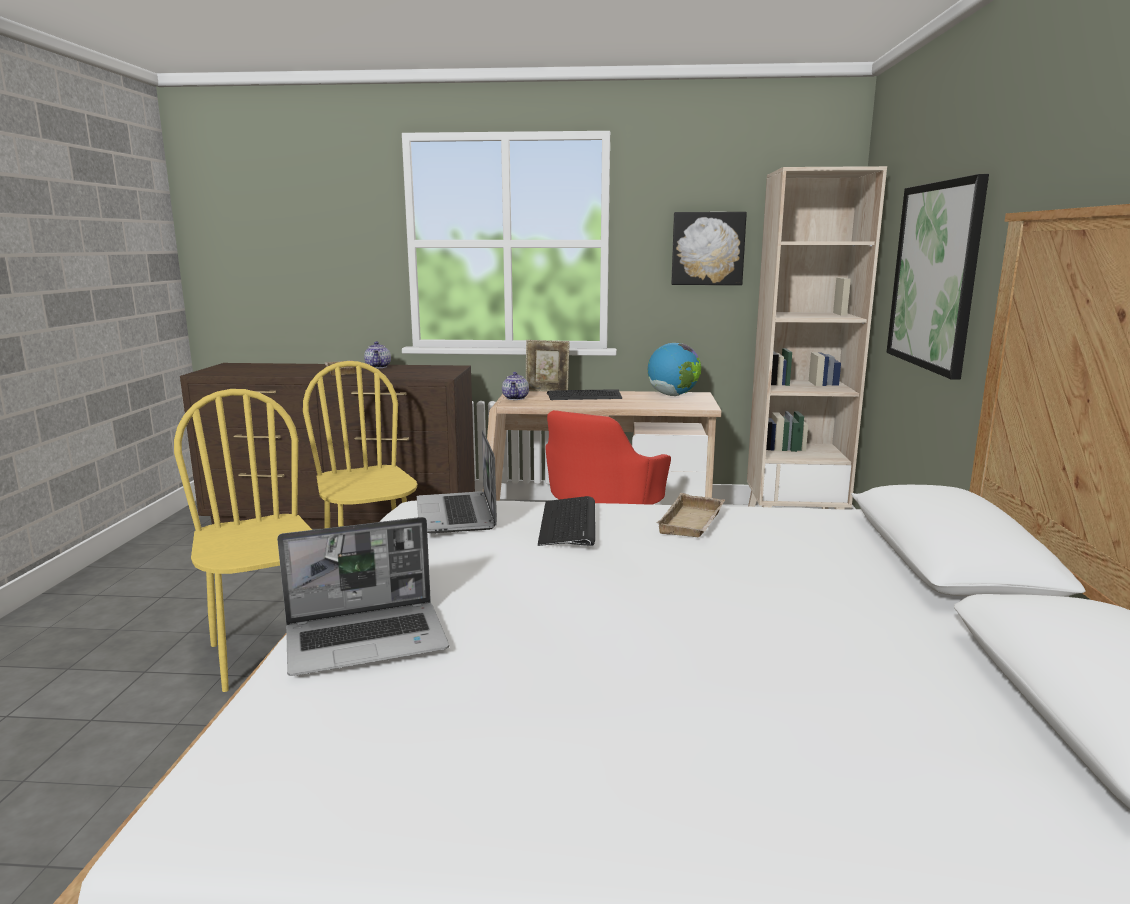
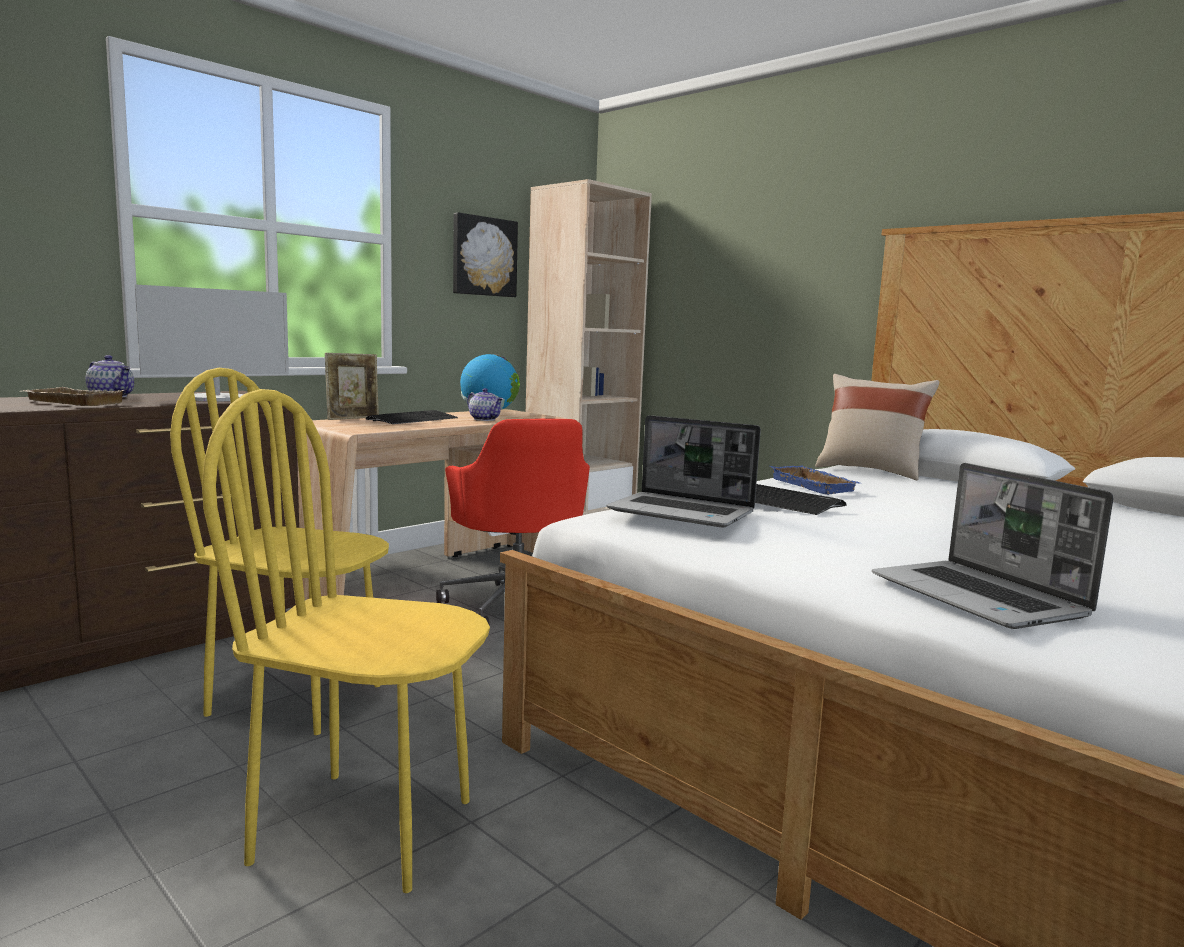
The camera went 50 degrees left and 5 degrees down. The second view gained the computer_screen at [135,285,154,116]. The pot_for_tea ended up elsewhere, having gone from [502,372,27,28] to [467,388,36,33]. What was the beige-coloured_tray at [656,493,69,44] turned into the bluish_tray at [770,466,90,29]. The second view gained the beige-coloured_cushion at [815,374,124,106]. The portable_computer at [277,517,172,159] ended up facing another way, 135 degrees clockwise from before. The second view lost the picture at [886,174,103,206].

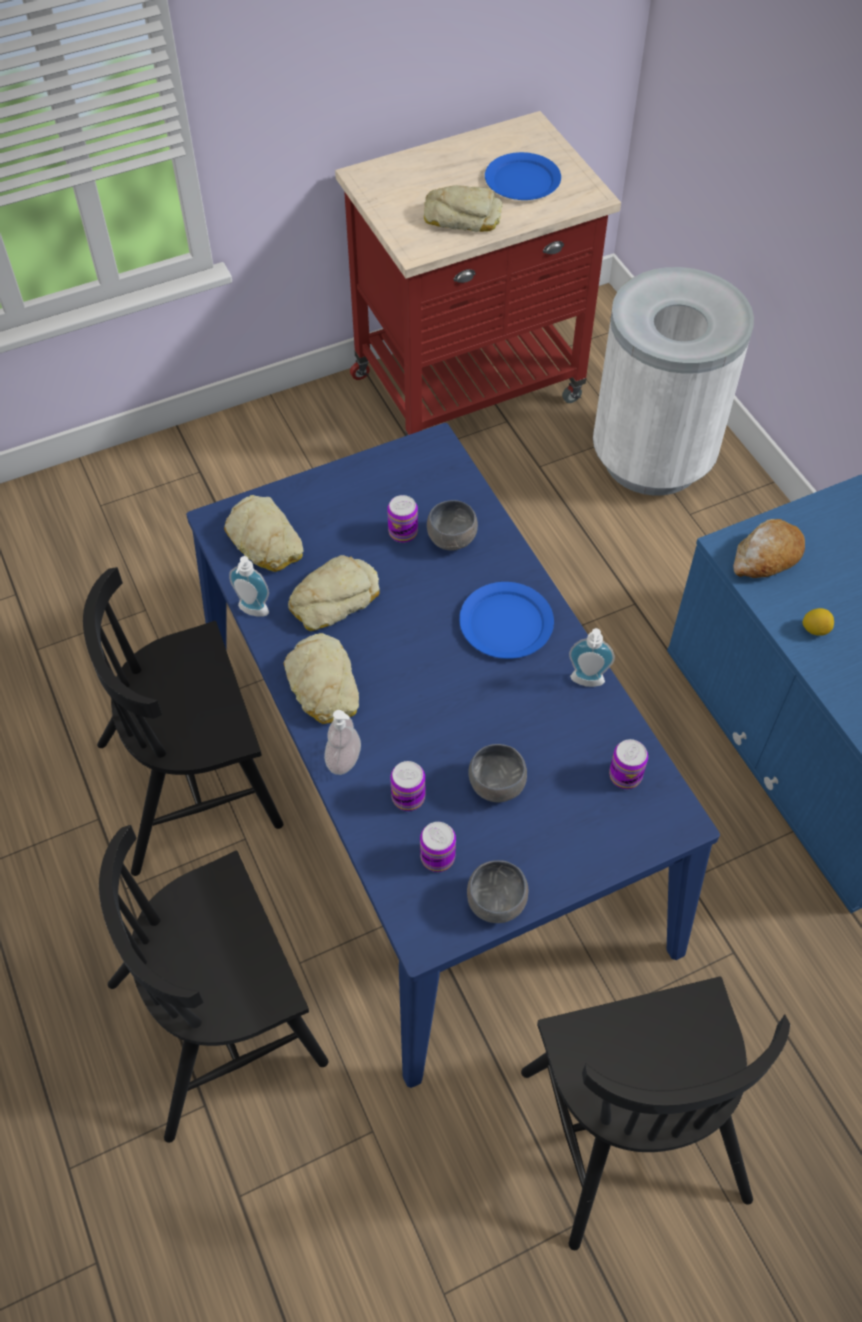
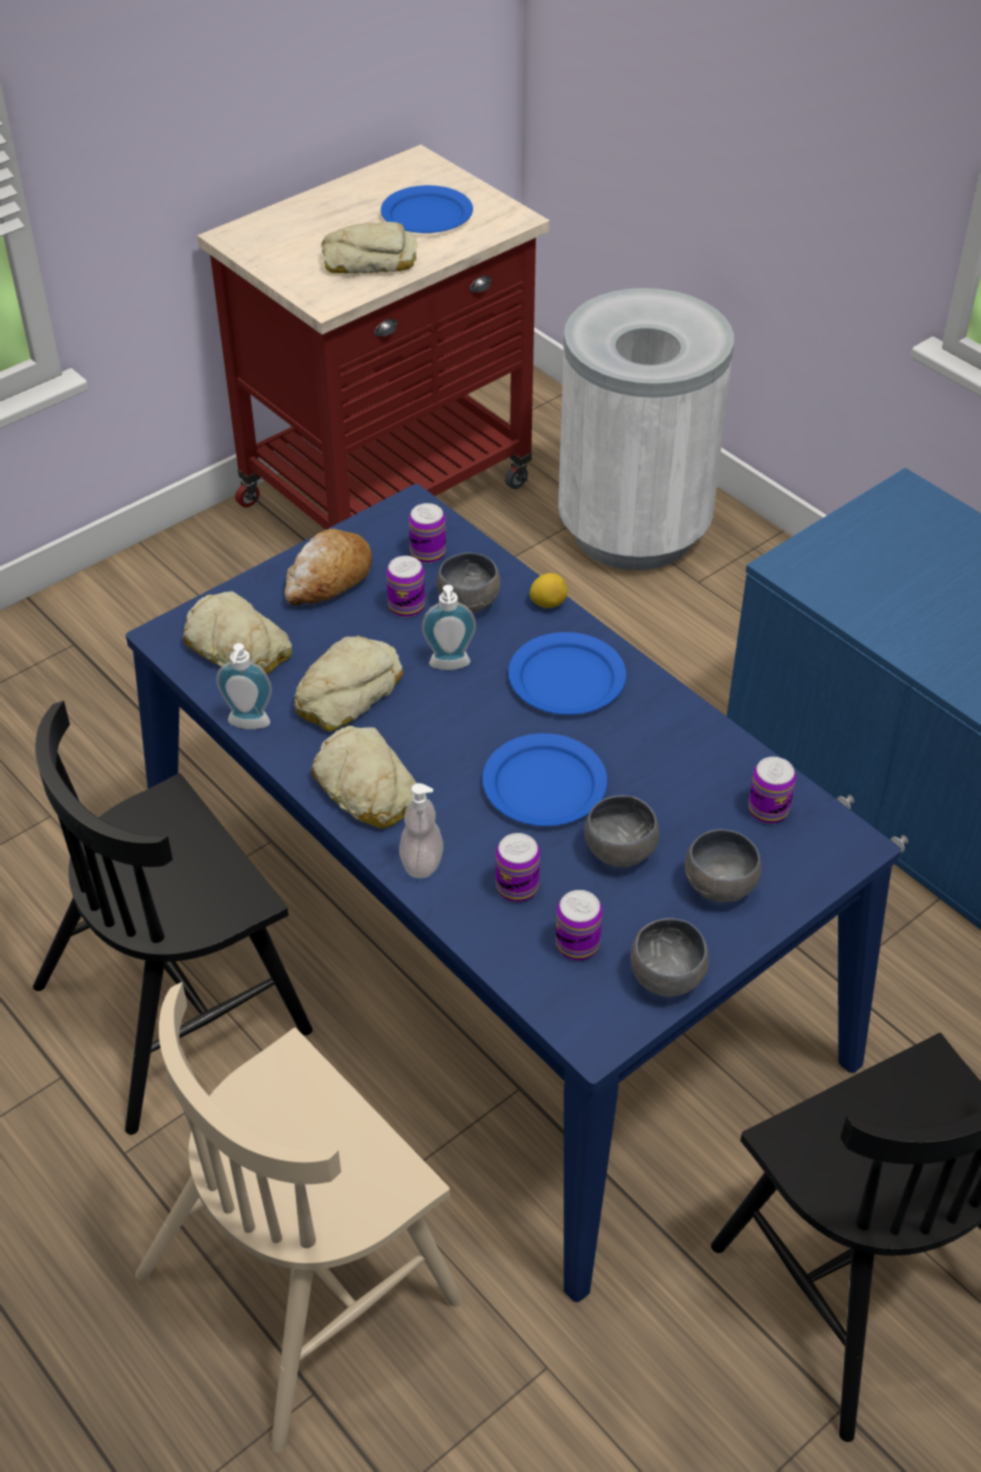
The camera went 15 degrees left and 10 degrees down. What was the black-coloured_chair at [99,825,229,318] turned into the beige-coloured_chair at [135,982,327,471]. The bakery_bread ended up elsewhere, having gone from [733,519,72,59] to [284,529,88,76]. The second view gained the can at [409,503,37,61]. The soap_bottle ended up elsewhere, having gone from [569,628,46,59] to [422,585,54,85]. The second view gained the bluish_plate at [482,733,125,93]. The citrus_fruit ended up elsewhere, having gone from [803,608,31,28] to [530,573,37,35]. The second view gained the greyish_deep_dish at [685,829,77,74].

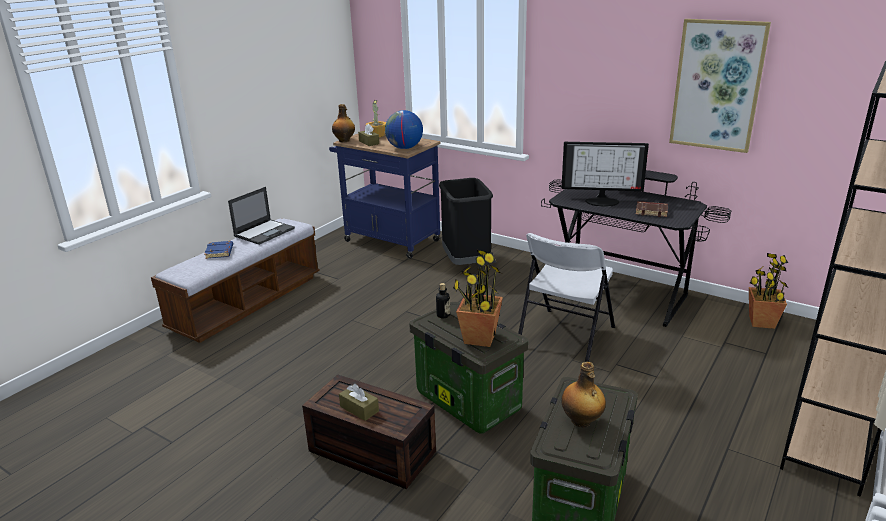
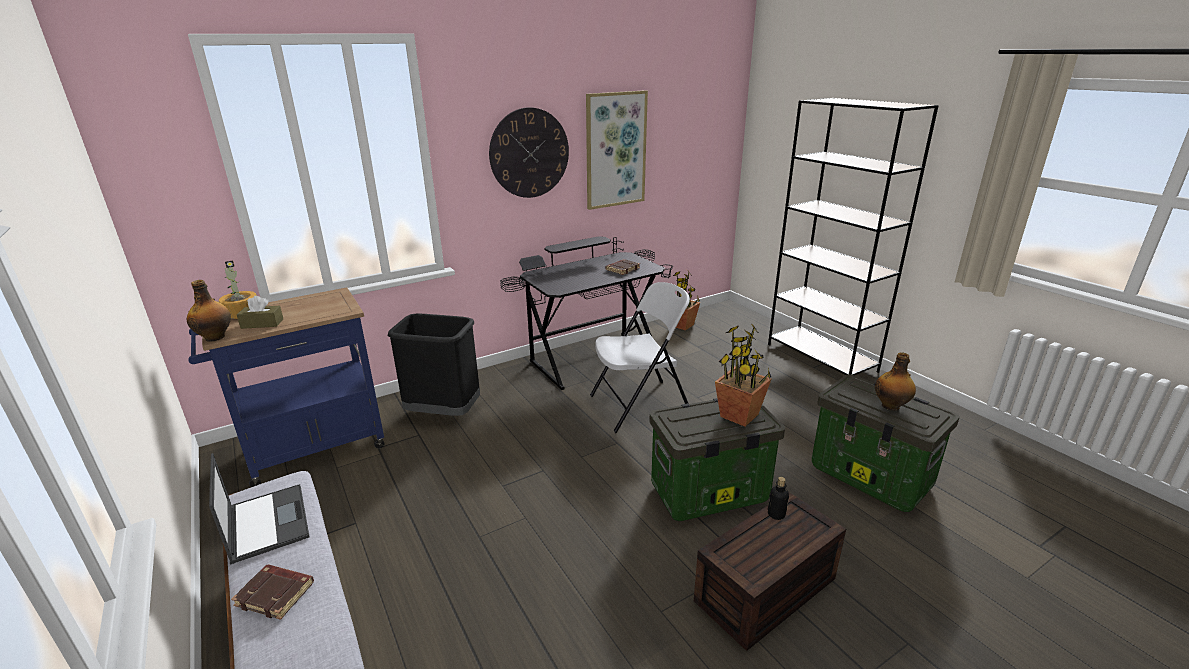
The camera went 65 degrees left and 0 degrees up. What was the bluish_bound_book at [204,241,29,18] turned into the brownish_bound_book at [231,564,83,56]. The second view gained the clock_on_the_wall at [489,107,80,91]. The whitish_chair at [518,233,97,129] ended up facing another way, 75 degrees counterclockwise from before. The bottle ended up elsewhere, having gone from [436,283,14,35] to [768,477,21,43]. The second view lost the brownish_tissue_holder at [339,384,40,37]. The second view lost the world_globe at [385,110,38,39]. The second view lost the computer_screen at [561,142,88,65].

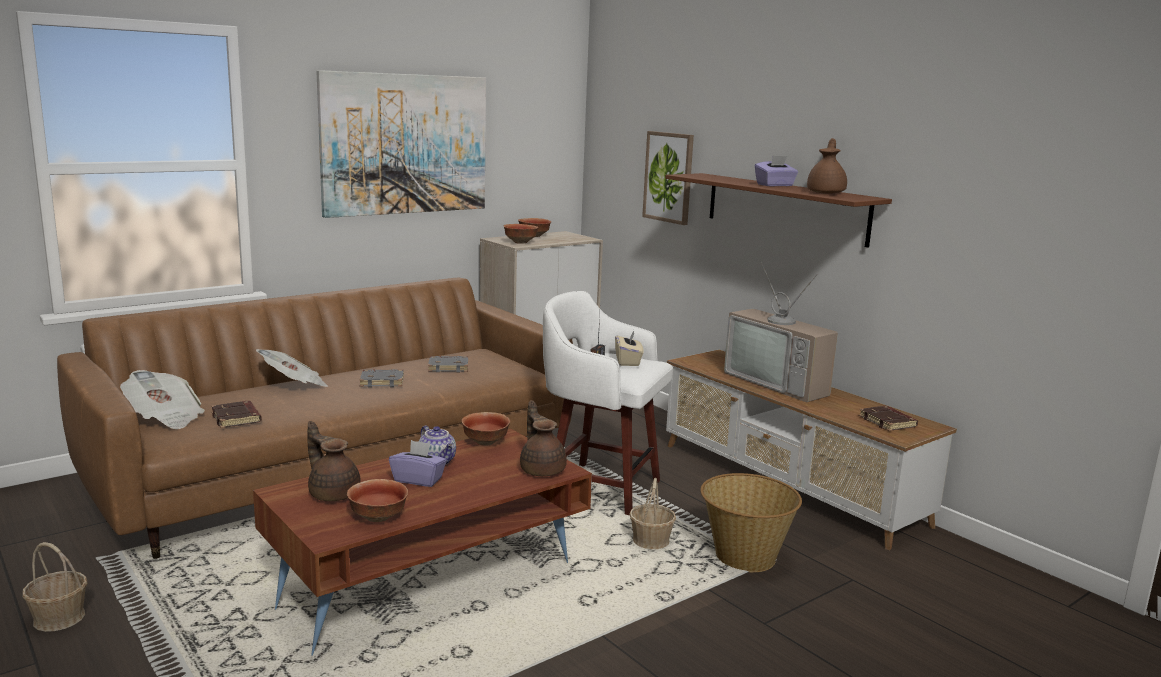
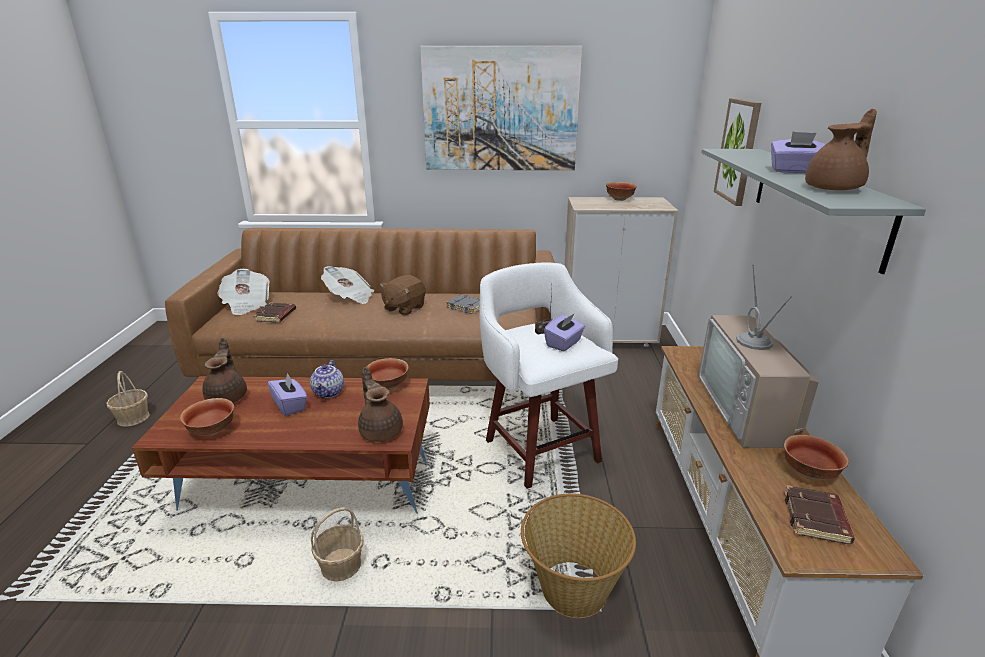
The camera went 40 degrees right and 10 degrees up. The basket ended up elsewhere, having gone from [629,478,47,71] to [311,507,53,75]. The brownish_pot_for_tea at [520,400,47,76] ended up facing another way, 45 degrees counterclockwise from before. Where the greyish_bound_book stood at [359,369,45,18], the brownish_cuddly_toy came to stand at [380,275,46,41]. What was the beige-coloured_tissue_holder at [615,330,29,36] turned into the purplish_tissue_holder at [544,313,41,39]. What was the brownish_shelf at [665,173,227,74] turned into the greyish_shelf at [701,149,225,125]. The deep_dish ended up elsewhere, having gone from [504,224,35,20] to [784,435,65,45].

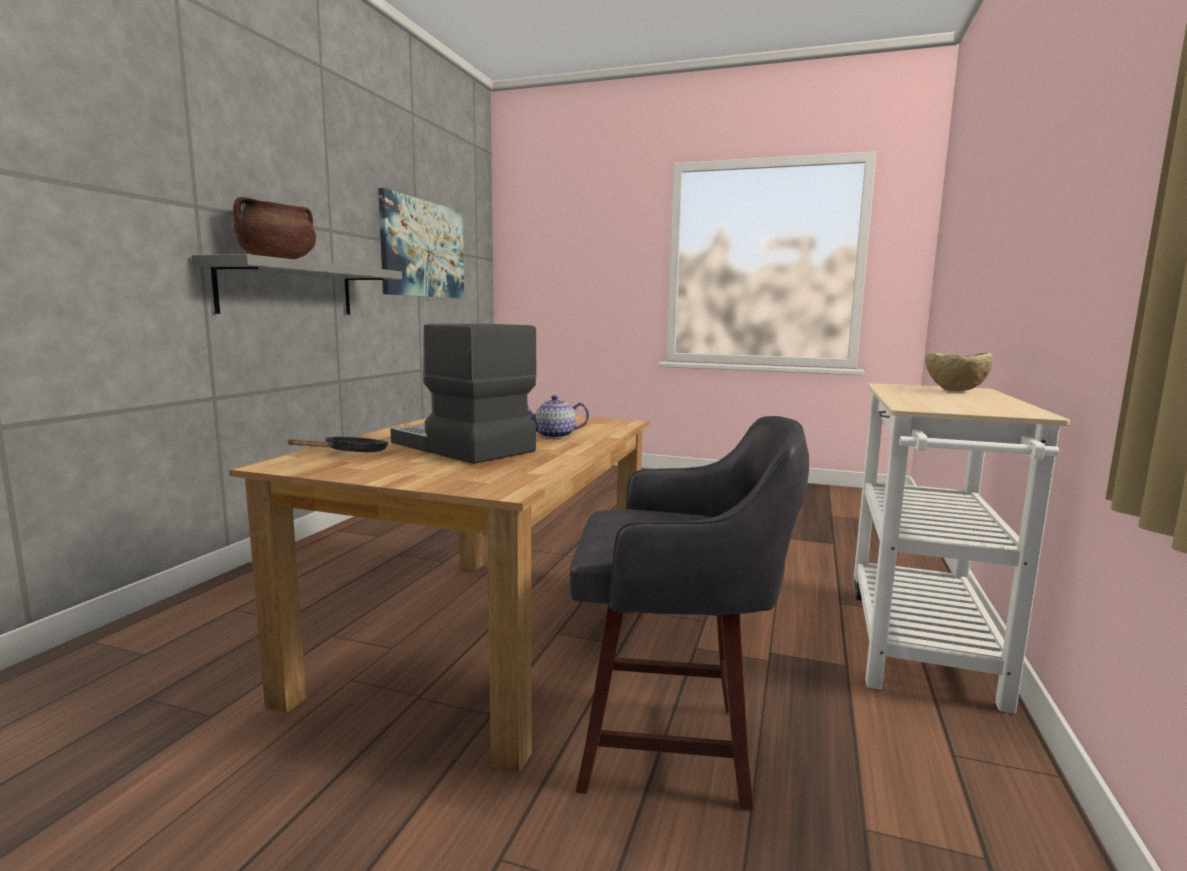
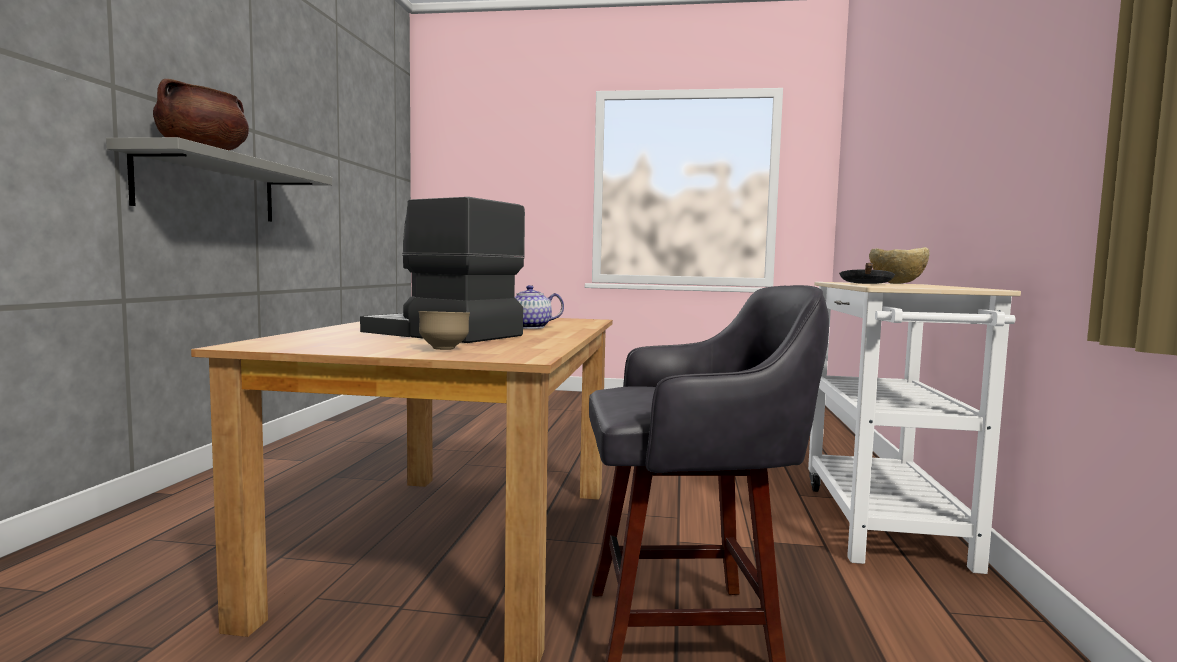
The camera went 10 degrees left and 5 degrees down. The second view gained the brownish_deep_dish at [419,311,51,39]. The black-coloured_skillet ended up elsewhere, having gone from [288,437,101,15] to [839,263,56,21]. The second view lost the picture at [378,188,86,110].

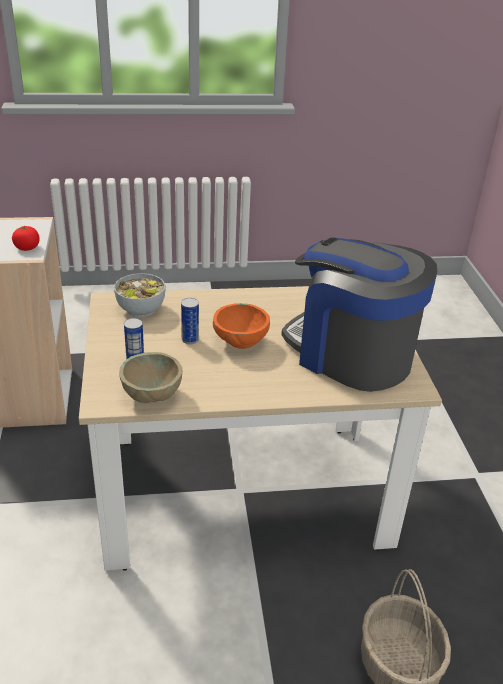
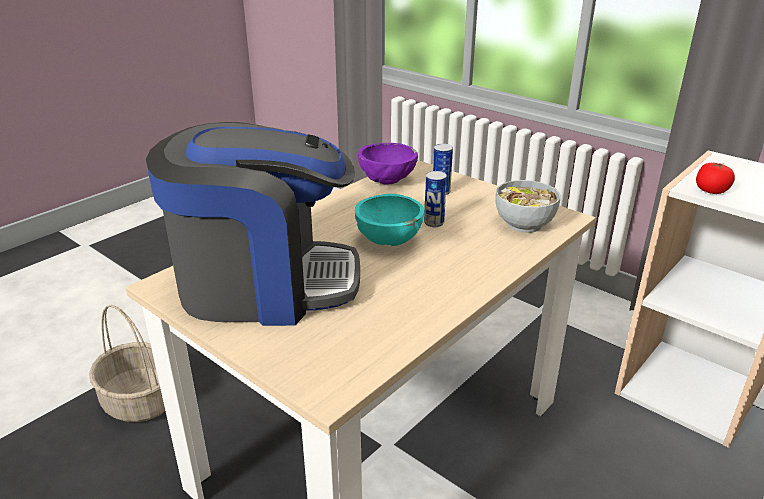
The camera went 140 degrees right and 5 degrees down. What was the orange_deep_dish at [213,303,57,46] turned into the blue-green_deep_dish at [355,194,70,52]. What was the beige-coloured_deep_dish at [119,352,63,51] turned into the purplish_deep_dish at [358,143,60,42].

